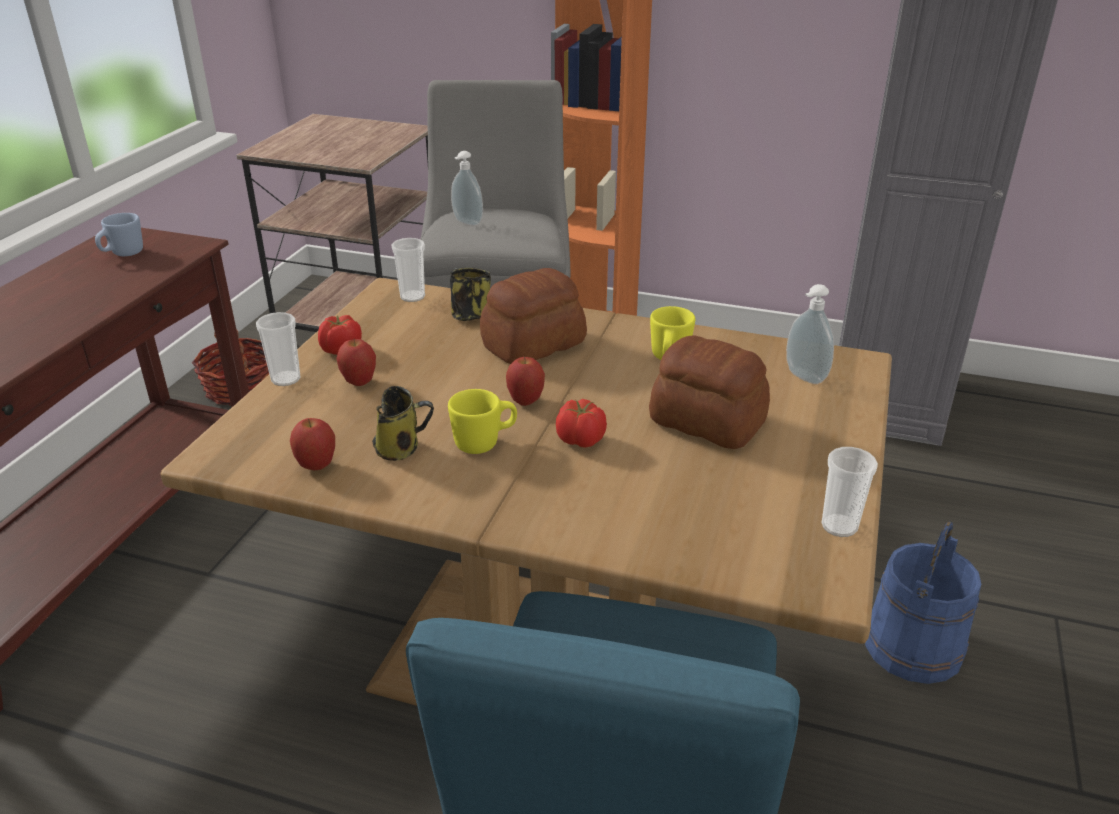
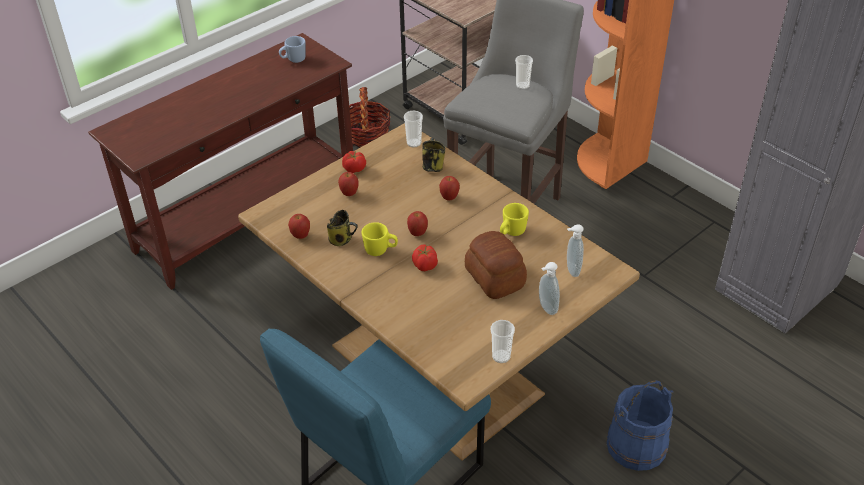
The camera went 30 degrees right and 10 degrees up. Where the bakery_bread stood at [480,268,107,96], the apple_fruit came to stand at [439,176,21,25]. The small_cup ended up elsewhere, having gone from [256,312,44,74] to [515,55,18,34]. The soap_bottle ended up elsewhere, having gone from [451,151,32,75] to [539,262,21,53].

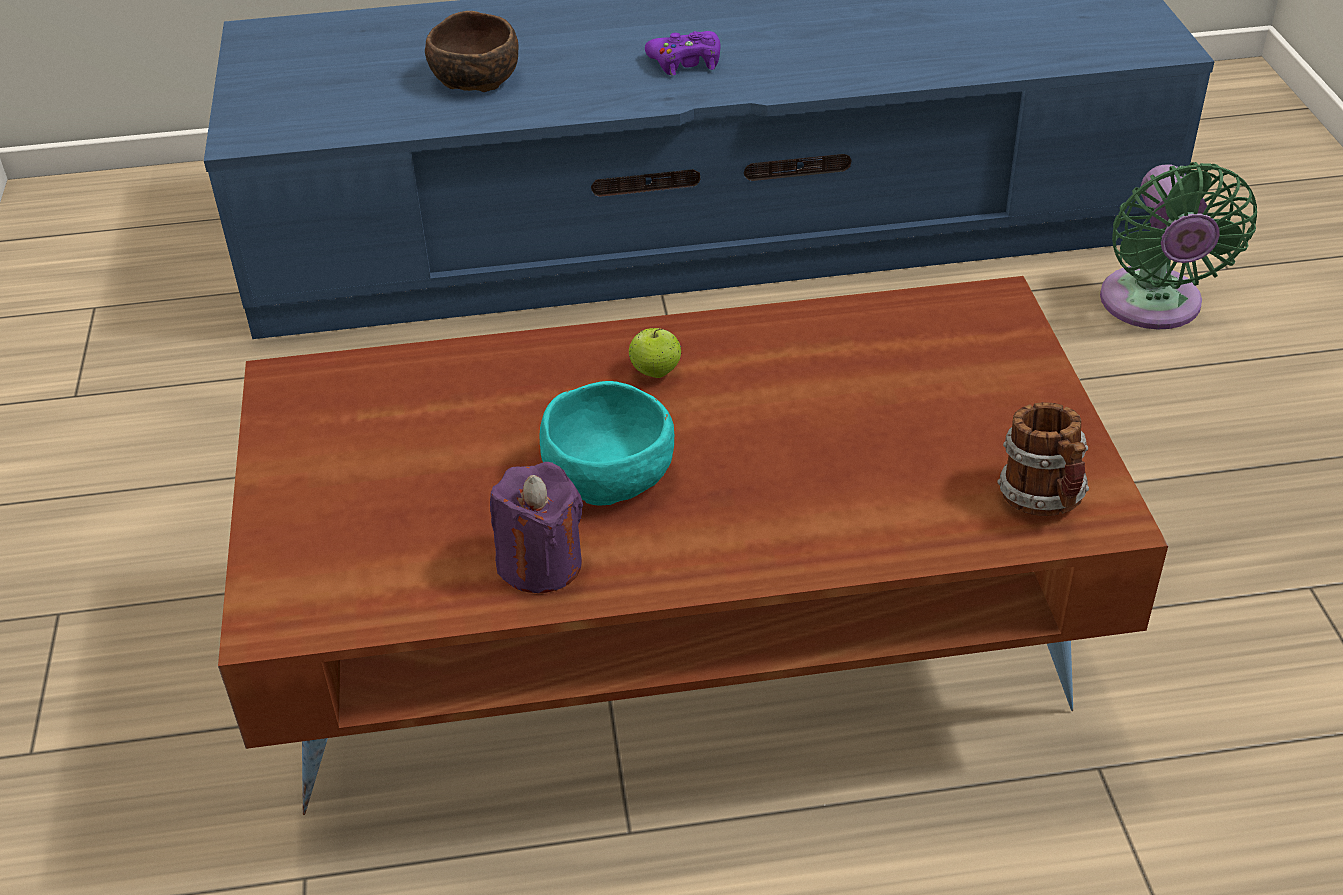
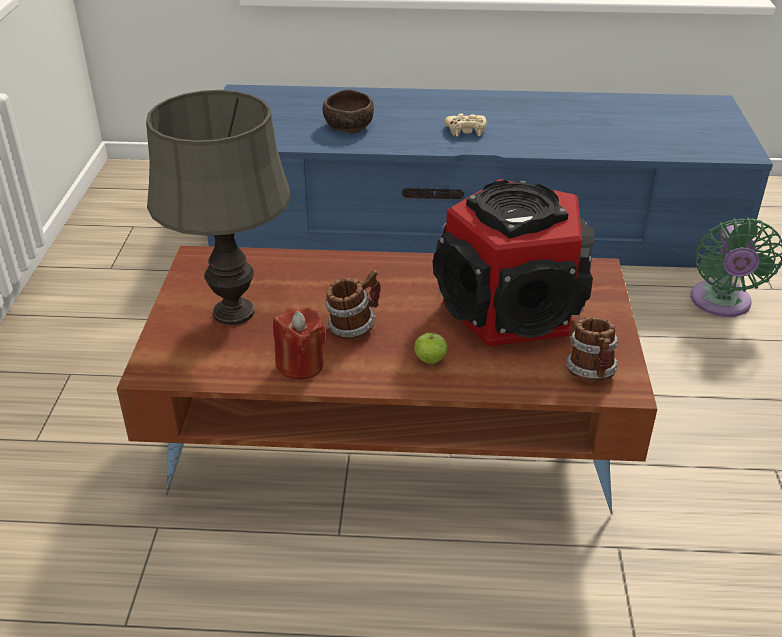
The camera went 10 degrees right and 5 degrees down. The second view gained the greyish_tabletop_lamp at [146,90,145,235]. What was the purplish_wax_light at [490,462,93,131] turned into the red_wax_light at [273,307,53,73]. Where the blue-green_deep_dish stood at [539,381,135,124], the coffee_mug came to stand at [325,270,56,70]. The apple_fruit ended up elsewhere, having gone from [629,328,52,50] to [414,333,34,31]. The second view gained the loudspeaker at [433,179,162,167]. What was the purplish_joypad at [645,31,76,45] turned into the beige-coloured_joypad at [444,113,43,24].

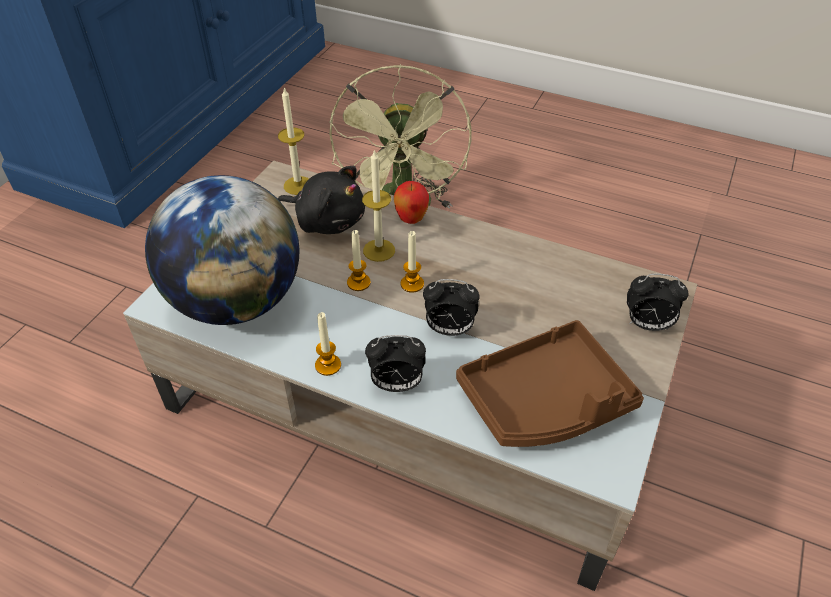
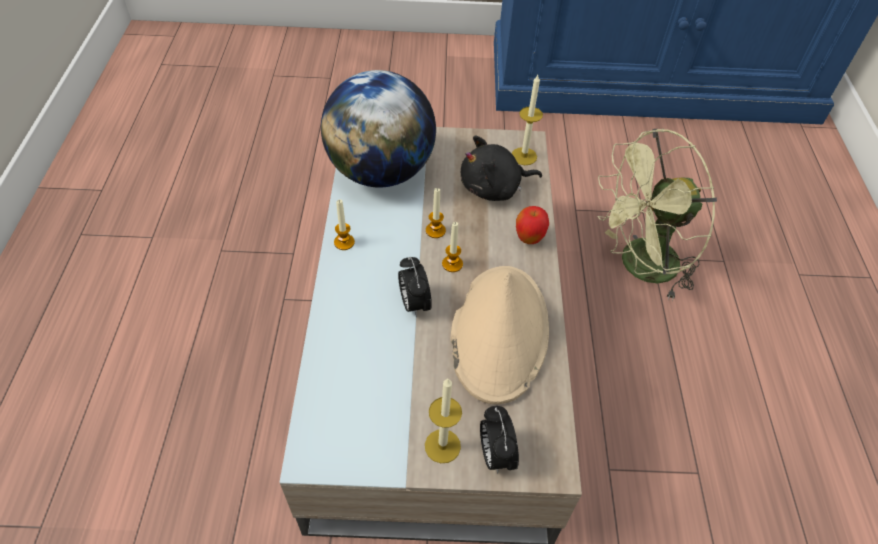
The camera went 65 degrees right and 5 degrees up. The wax_light ended up elsewhere, having gone from [362,149,33,113] to [425,378,37,85]. The second view gained the beige-coloured_wearable_hat at [451,266,98,138]. The black-coloured_cuddly_toy at [278,166,87,68] ended up facing another way, 75 degrees clockwise from before. The second view lost the alarm_clock at [365,335,61,57]. The second view lost the brownish_tray at [456,320,188,127].

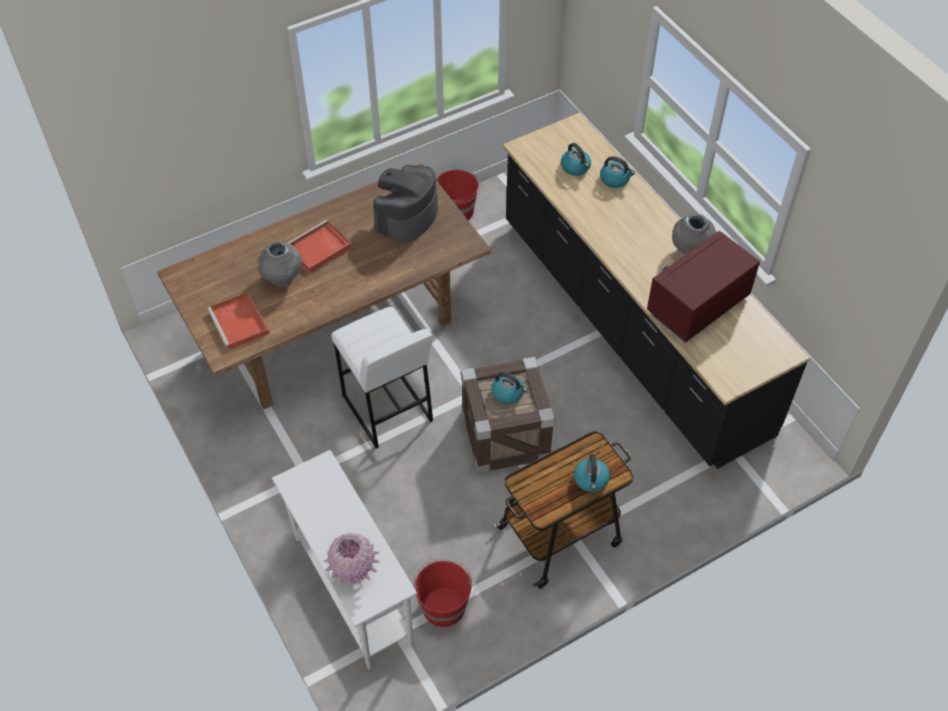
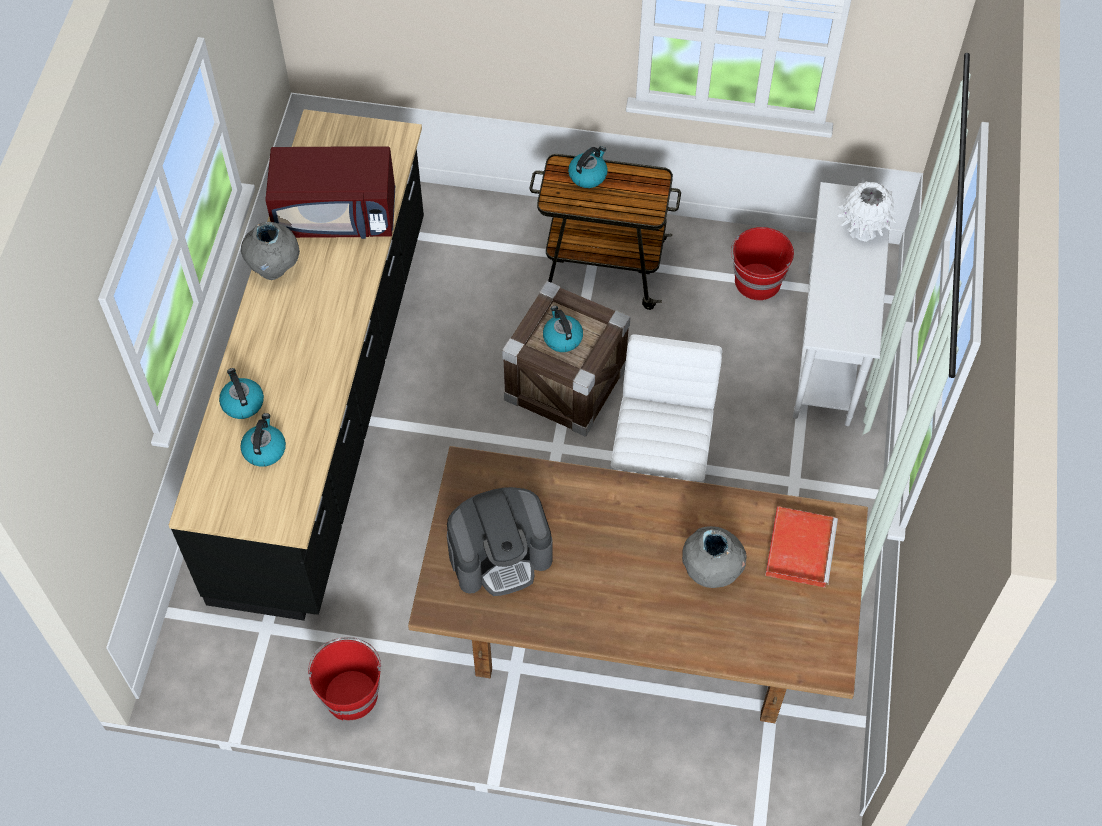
The camera went 140 degrees left and 5 degrees up. What was the pink_flower_vase at [323,533,57,54] turned into the whitish_flower_vase at [837,182,59,60]. The second view lost the red_tray at [288,220,64,53].

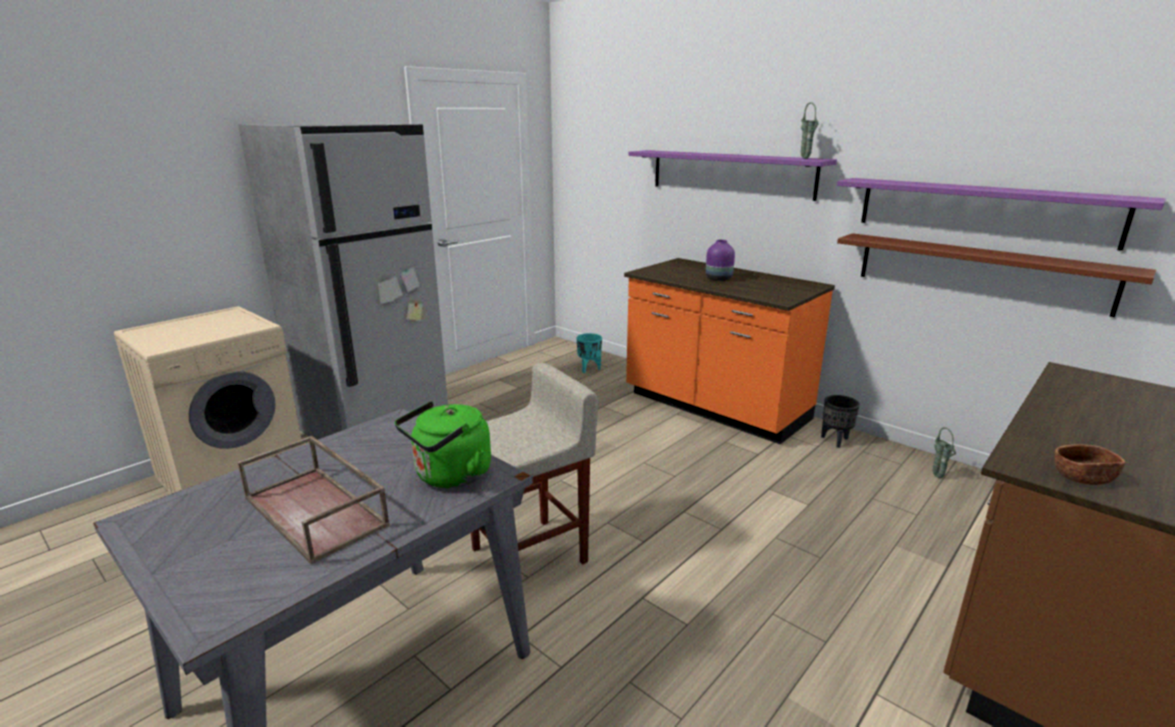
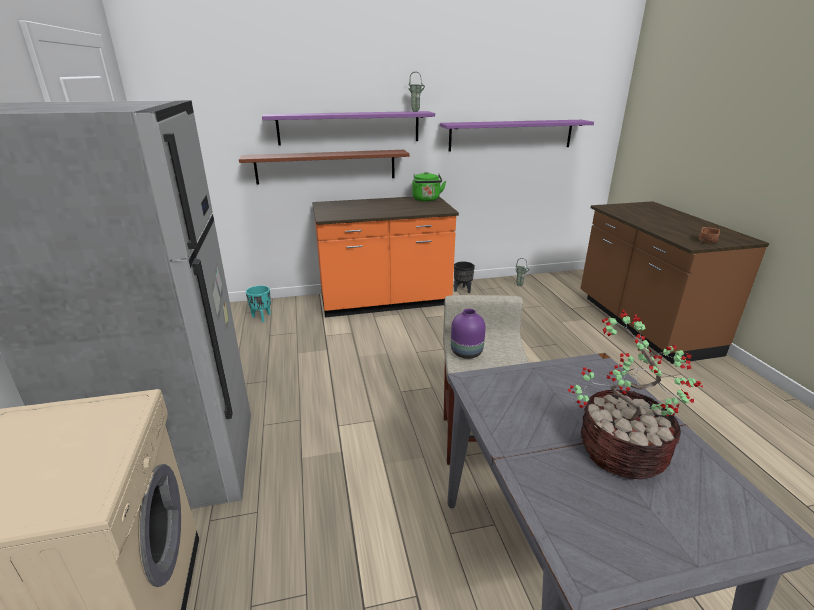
The camera went 55 degrees left and 5 degrees up. The brownish_shelf ended up elsewhere, having gone from [837,233,319,84] to [239,150,170,35]. The green_kettle ended up elsewhere, having gone from [395,401,96,87] to [412,172,34,29]. The purplish_flower_vase ended up elsewhere, having gone from [706,240,29,41] to [451,309,35,50]. Where the brownish_tray stood at [237,436,153,128], the houseplant came to stand at [567,309,136,171].

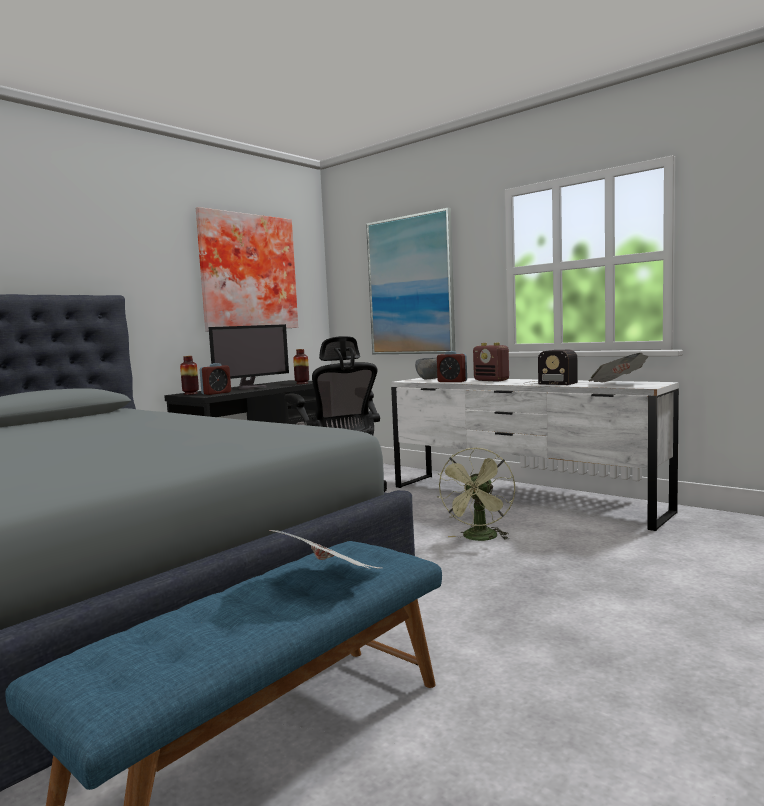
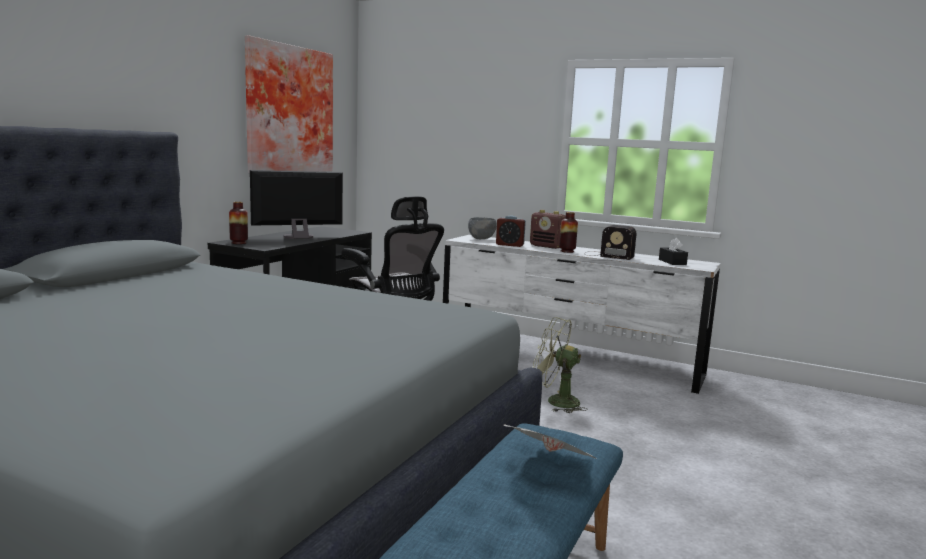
The camera went 15 degrees left and 5 degrees up. The computer_screen at [209,324,80,65] ended up facing another way, 150 degrees counterclockwise from before. The green_electric_fan at [437,448,78,93] ended up facing another way, 105 degrees clockwise from before. The flower_vase ended up elsewhere, having gone from [293,349,16,35] to [559,212,19,41]. Where the daily_paper stood at [589,353,59,29], the black-coloured_tissue_holder came to stand at [659,238,29,27]. The second view lost the alarm_clock at [200,363,31,32]. The second view lost the picture at [366,208,89,146].

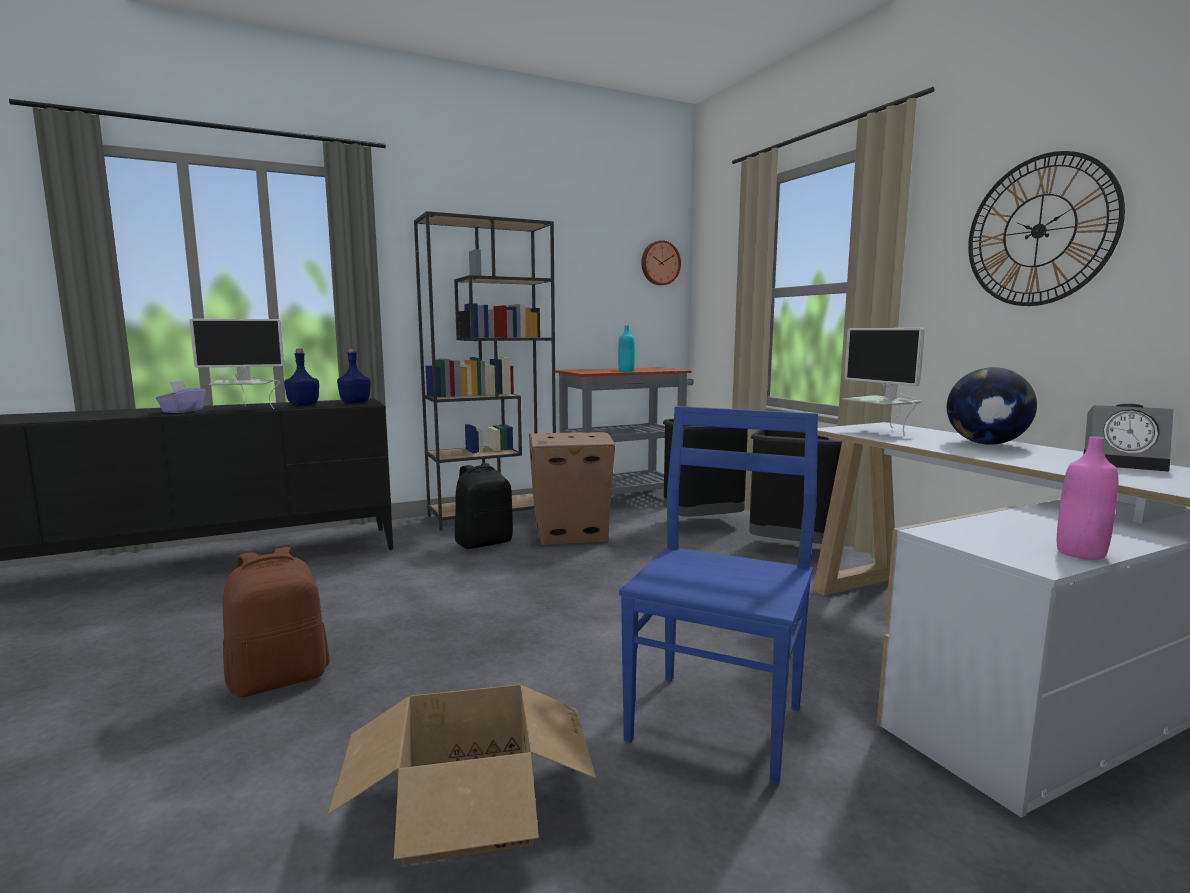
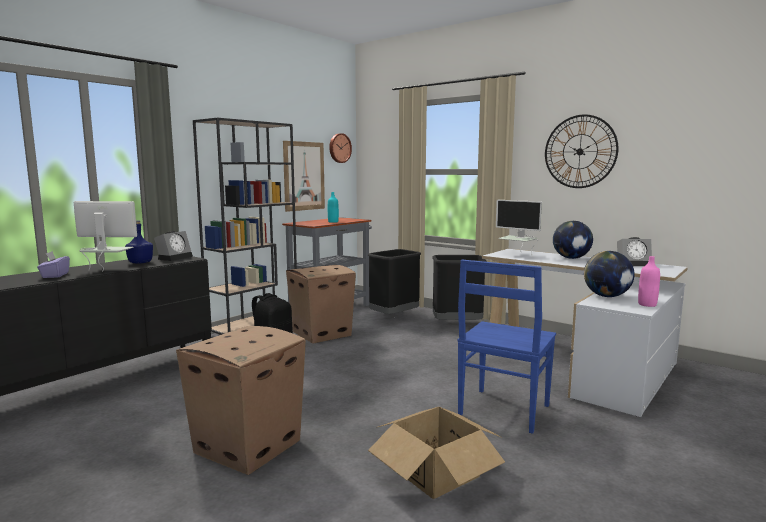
The camera went 25 degrees left and 0 degrees up. The computer_screen at [189,319,96,90] ended up facing another way, 135 degrees counterclockwise from before. Where the bluish_bottle stood at [337,348,33,55], the alarm_clock came to stand at [154,231,39,30]. Where the brownish_rucksack stood at [223,547,107,150], the packing_box came to stand at [176,326,130,149]. The second view gained the picture at [283,141,42,71]. The bluish_chair at [619,406,199,379] ended up facing another way, 150 degrees counterclockwise from before. The second view gained the world_globe at [584,251,51,46].

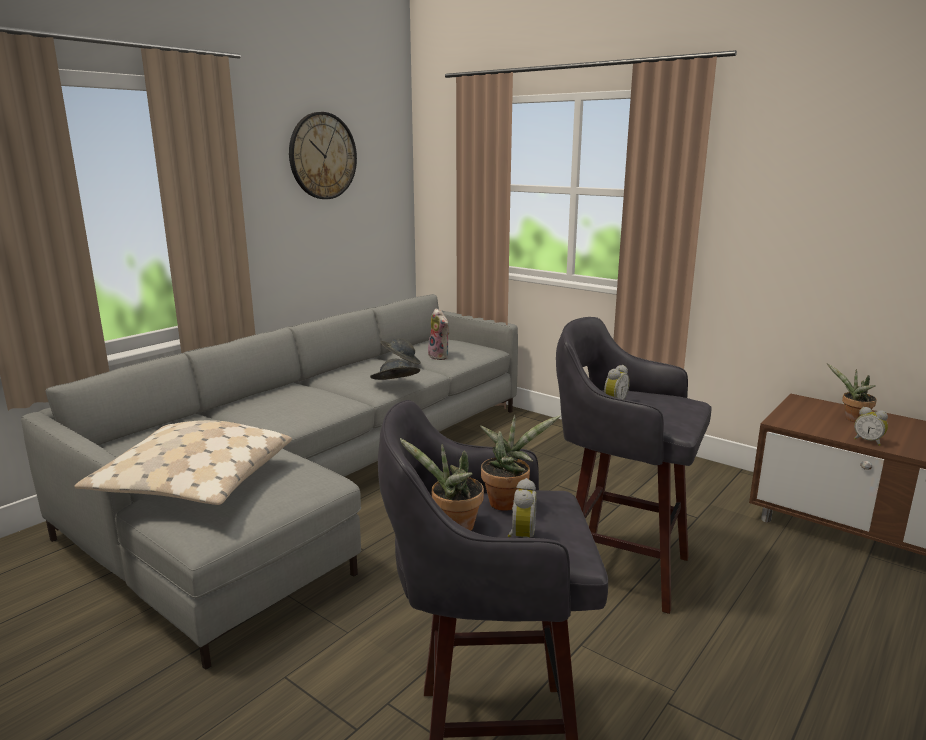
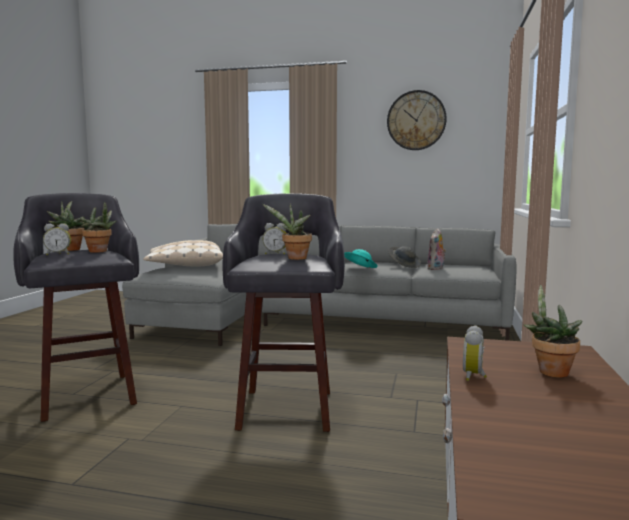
The camera went 65 degrees right and 10 degrees down. The second view gained the houseplant at [263,203,49,57]. What was the greyish_wearable_hat at [370,359,50,21] turned into the blue-green_wearable_hat at [344,249,34,19].

